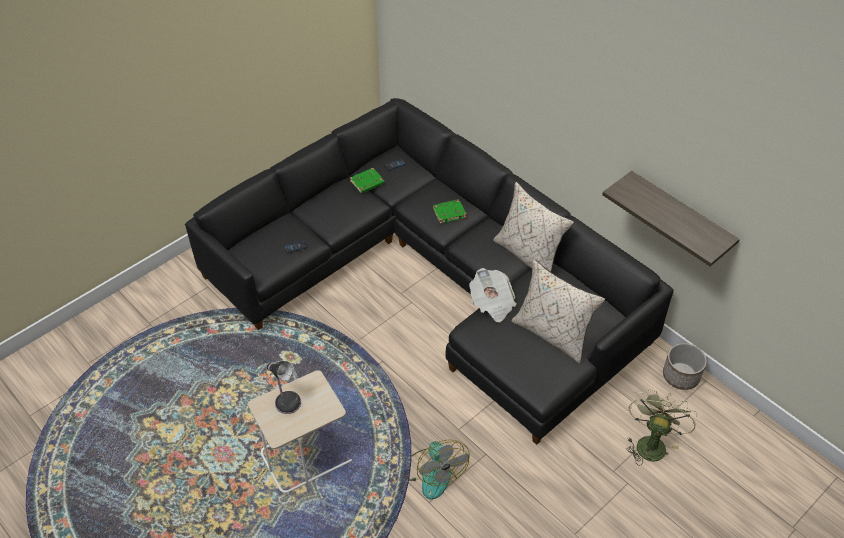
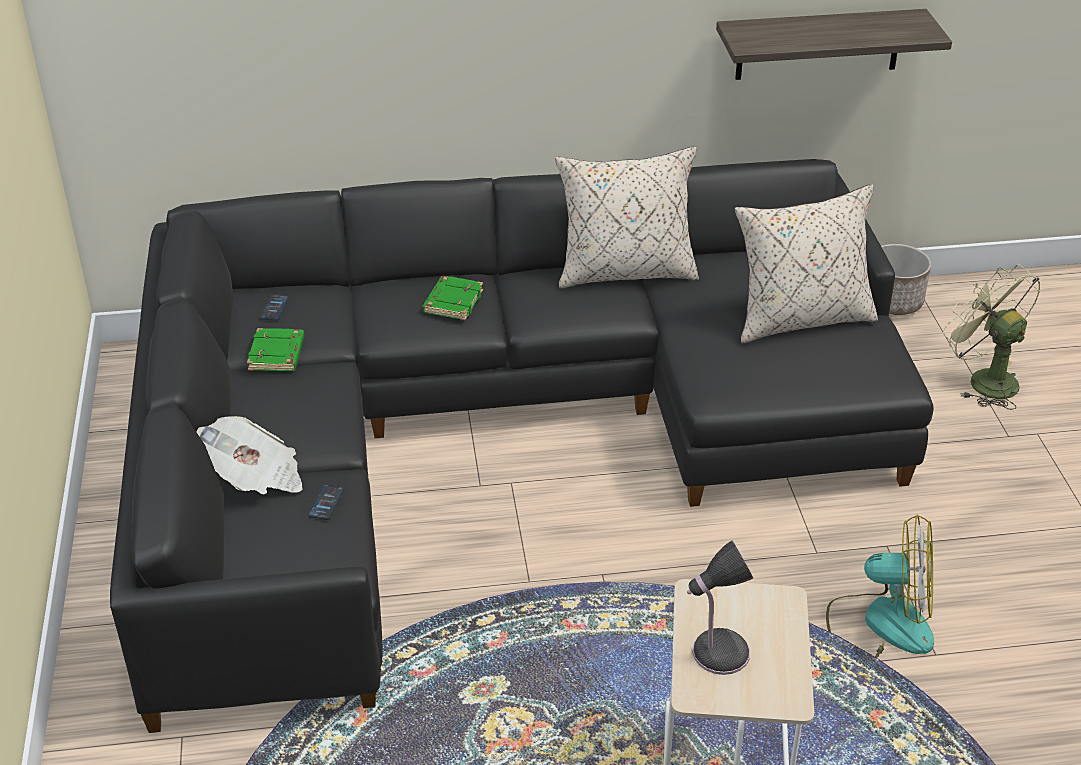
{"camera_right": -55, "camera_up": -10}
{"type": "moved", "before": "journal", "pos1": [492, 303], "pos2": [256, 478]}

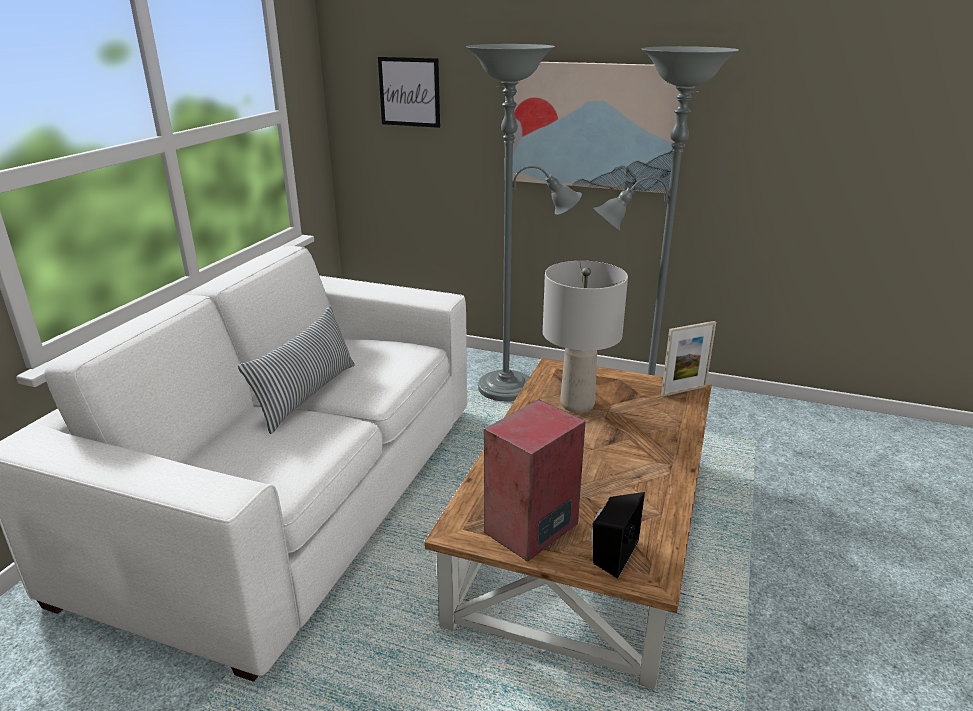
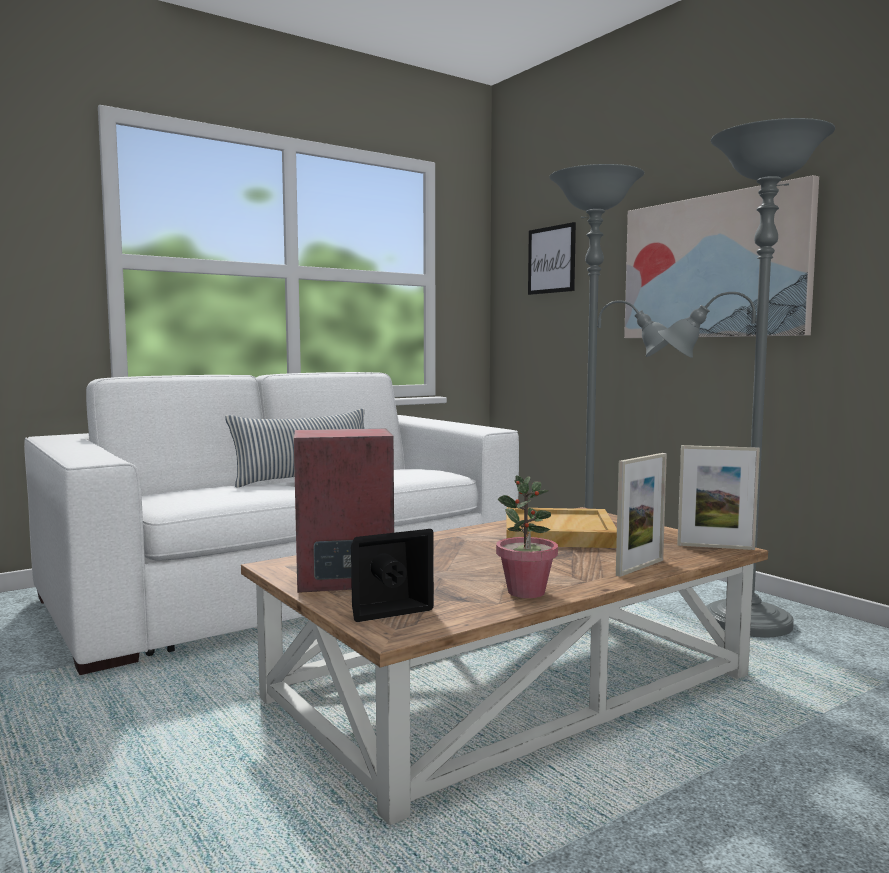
{"camera_right": 35, "camera_up": -20}
{"type": "replaced", "before": "lampe de table/gris", "after": "plateau/beige", "pos1": [576, 404], "pos2": [557, 533]}
{"type": "added", "after": "cadre photo", "pos2": [640, 567]}
{"type": "added", "after": "plante en pot", "pos2": [526, 592]}

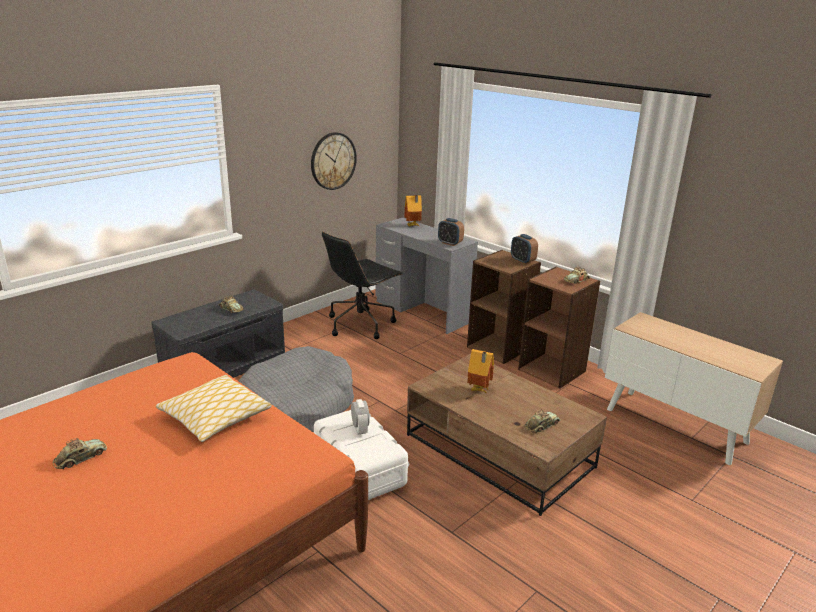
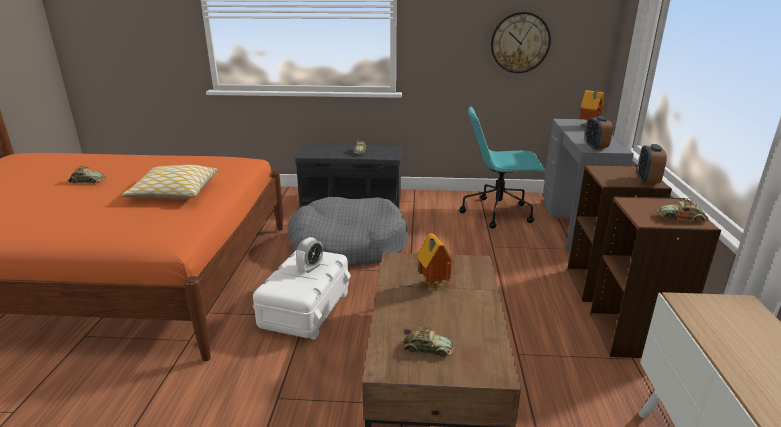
{"camera_right": 50, "camera_up": 0}
{"type": "recoloured", "before": "chaise de bureau/noir", "after": "chaise de bureau/turquoise", "pos1": [361, 324], "pos2": [498, 213]}

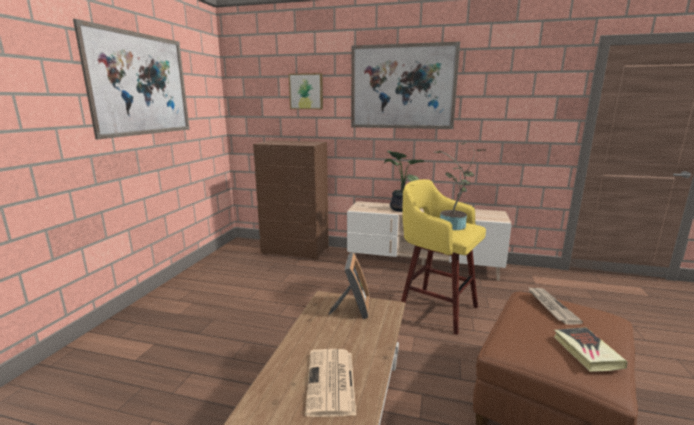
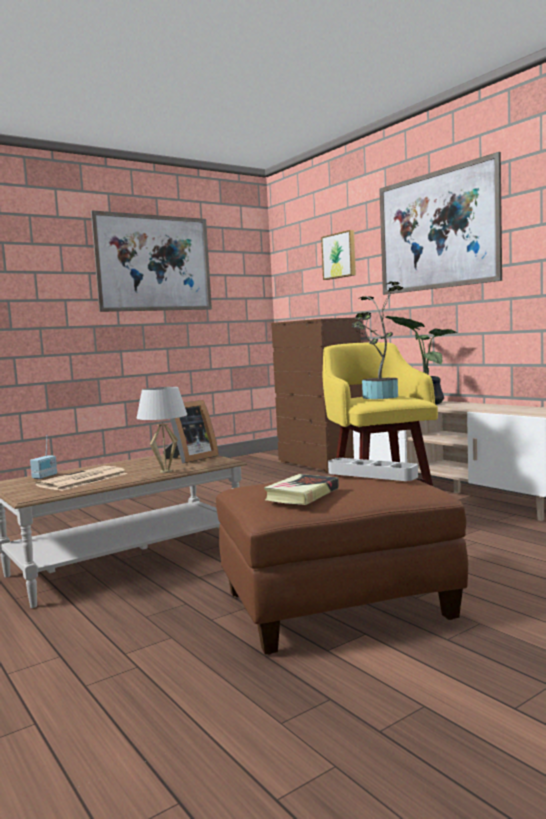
{"camera_right": 40, "camera_up": -10}
{"type": "replaced", "before": "journal", "after": "plateau/gris", "pos1": [551, 306], "pos2": [372, 474]}
{"type": "added", "after": "lampe de table/blanc", "pos2": [166, 471]}
{"type": "added", "after": "radio", "pos2": [45, 476]}

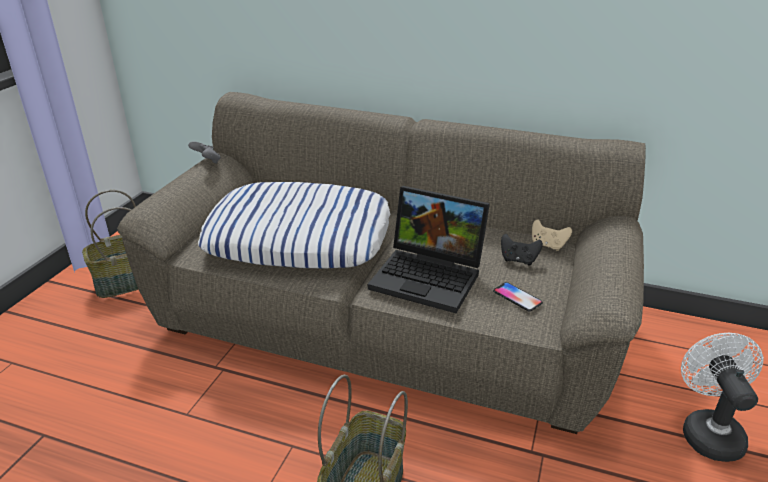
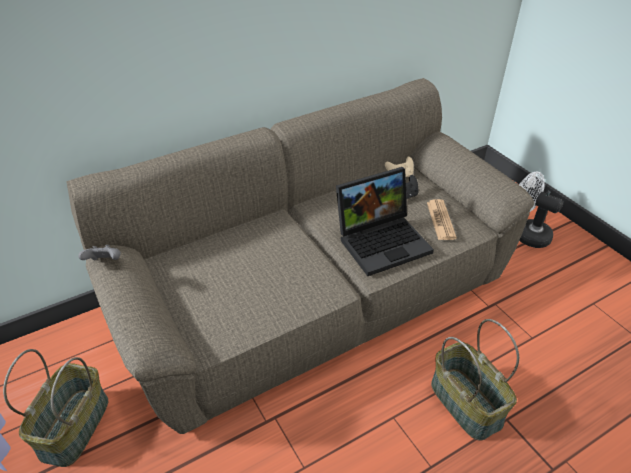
{"camera_right": -50, "camera_up": 10}
{"type": "removed", "before": "coussin", "pos1": [300, 237]}
{"type": "replaced", "before": "téléphone", "after": "journal", "pos1": [517, 297], "pos2": [440, 220]}

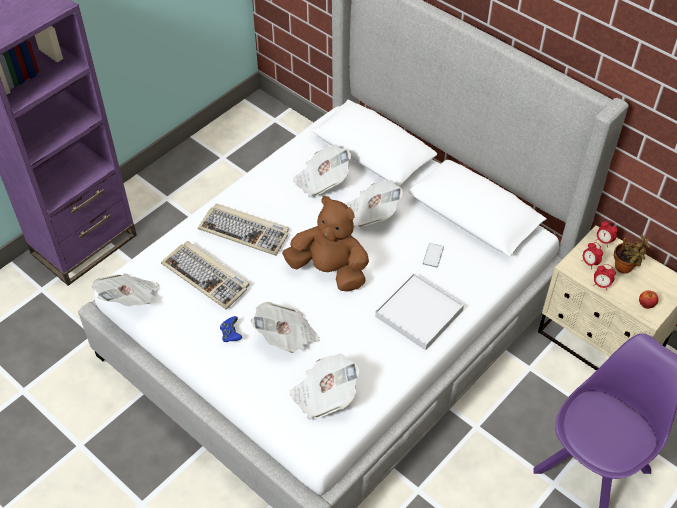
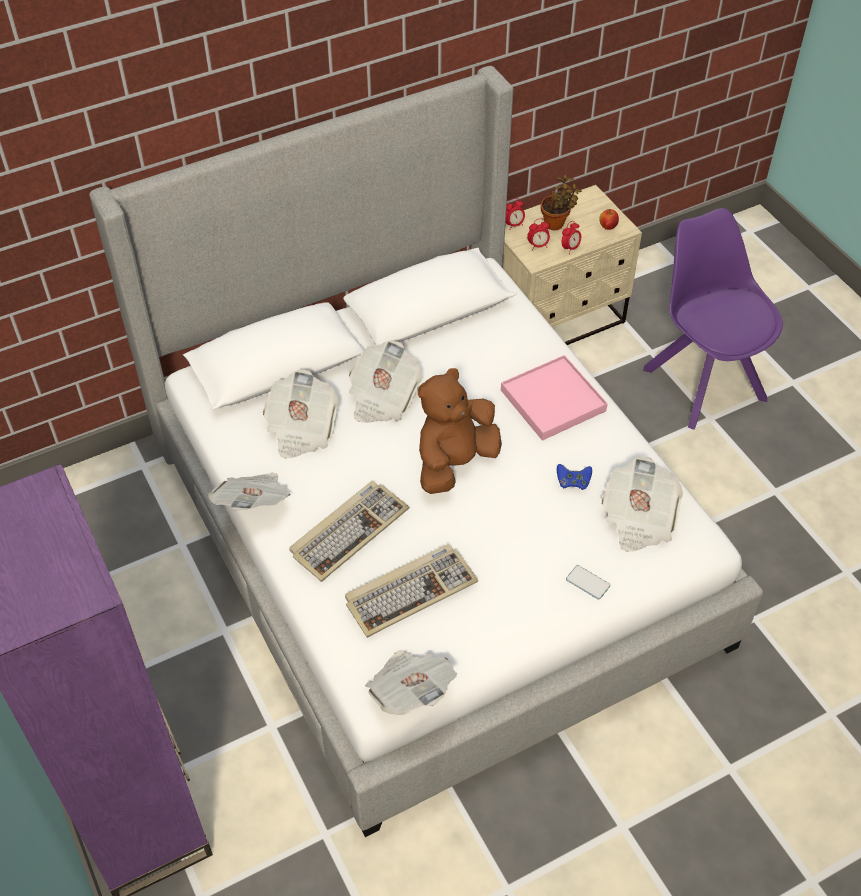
{"camera_right": -70, "camera_up": 0}
{"type": "moved", "before": "téléphone", "pos1": [433, 255], "pos2": [588, 583]}
{"type": "recoloured", "before": "plateau/blanc", "after": "plateau/rose", "pos1": [419, 313], "pos2": [553, 400]}
{"type": "moved", "before": "journal", "pos1": [286, 337], "pos2": [254, 503]}
{"type": "moved", "before": "manette/bleu", "pos1": [231, 334], "pos2": [573, 482]}

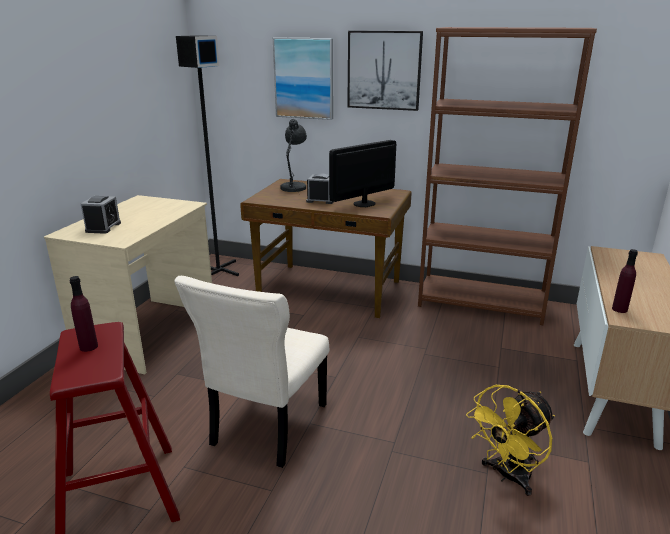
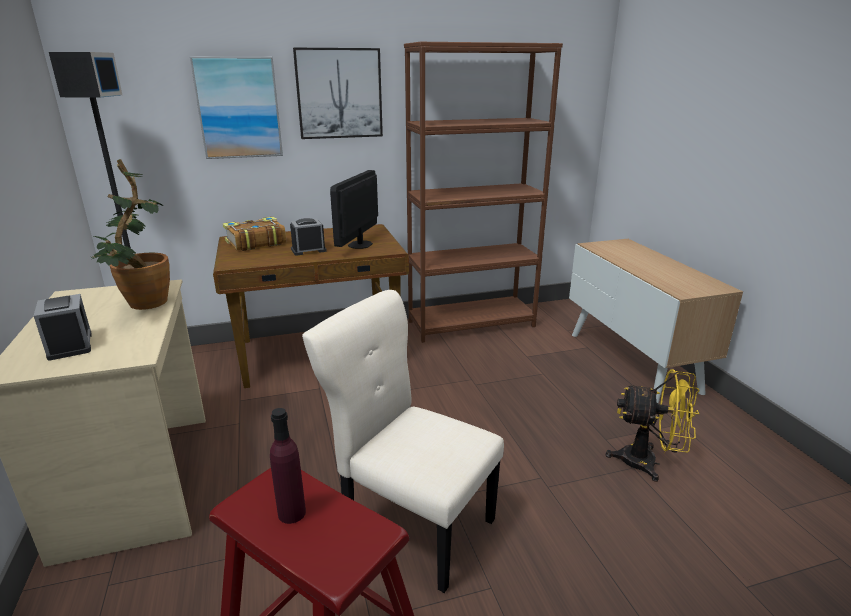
{"camera_right": -35, "camera_up": 0}
{"type": "replaced", "before": "lampe de table/gris", "after": "livre", "pos1": [294, 187], "pos2": [255, 242]}
{"type": "removed", "before": "bouteille/violet", "pos1": [619, 309]}
{"type": "turned", "before": "chaise/beige", "pos1": [266, 427], "pos2": [412, 523], "turn": 135}
{"type": "turned", "before": "ventilateur/jaune", "pos1": [507, 476], "pos2": [648, 462], "turn": -90}
{"type": "added", "after": "plante en pot", "pos2": [143, 306]}

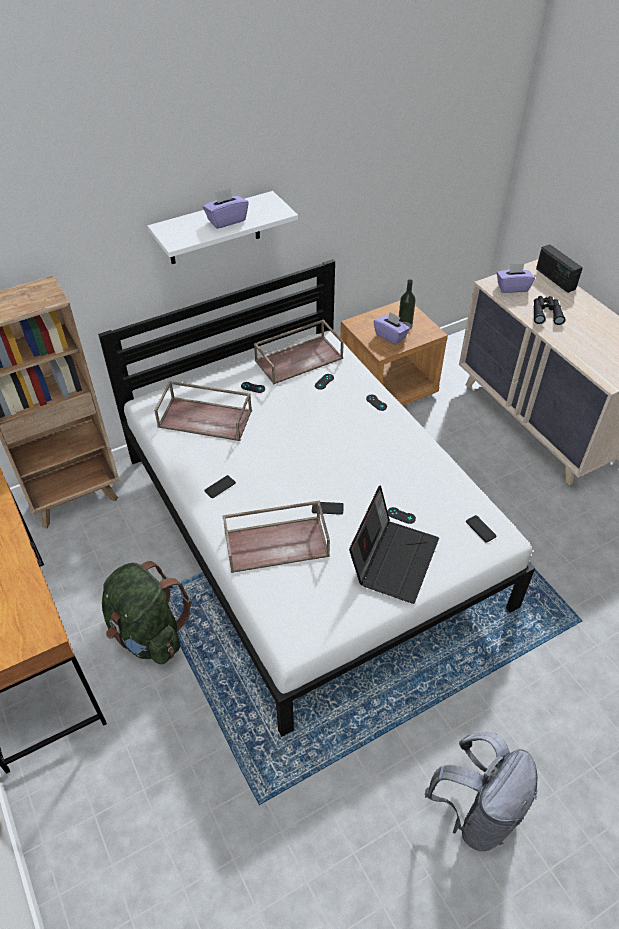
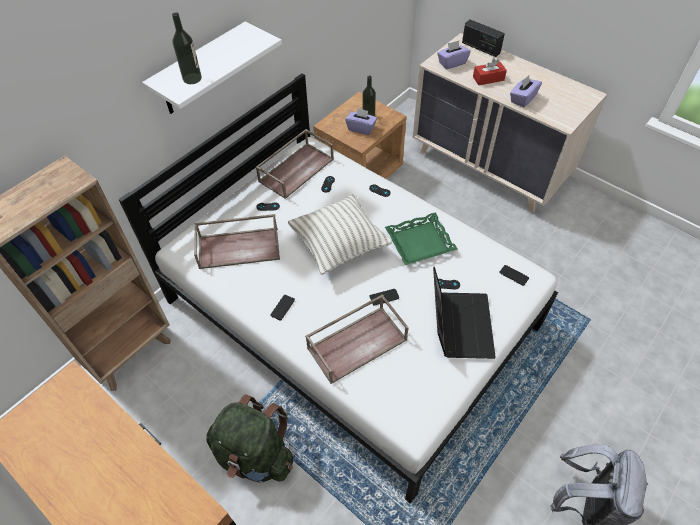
{"camera_right": -20, "camera_up": 5}
{"type": "moved", "before": "boîte à mouchoirs/violet", "pos1": [226, 220], "pos2": [522, 99]}
{"type": "replaced", "before": "jumelles/noir", "after": "boîte à mouchoirs/rouge", "pos1": [546, 313], "pos2": [488, 78]}
{"type": "added", "after": "bouteille", "pos2": [192, 78]}
{"type": "added", "after": "coussin", "pos2": [339, 246]}
{"type": "added", "after": "plateau/vert", "pos2": [420, 243]}

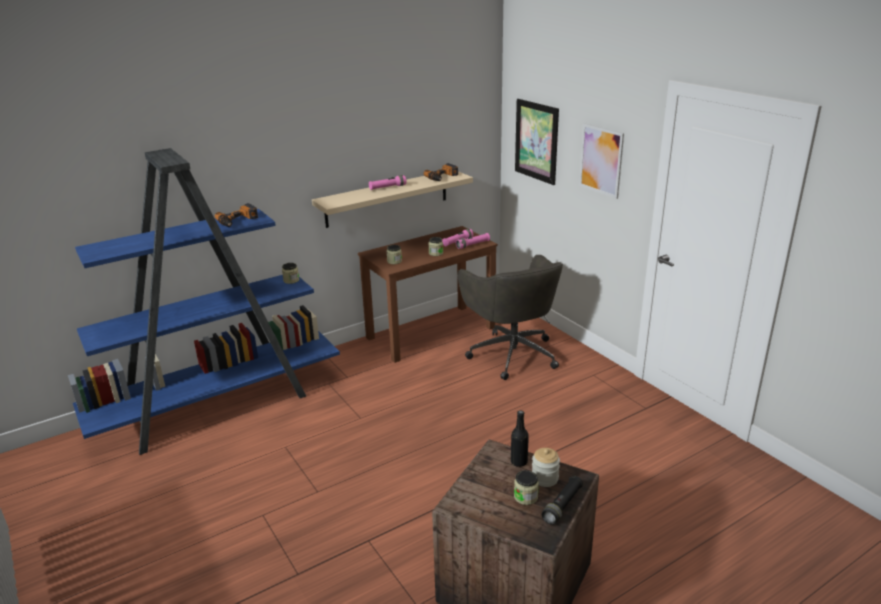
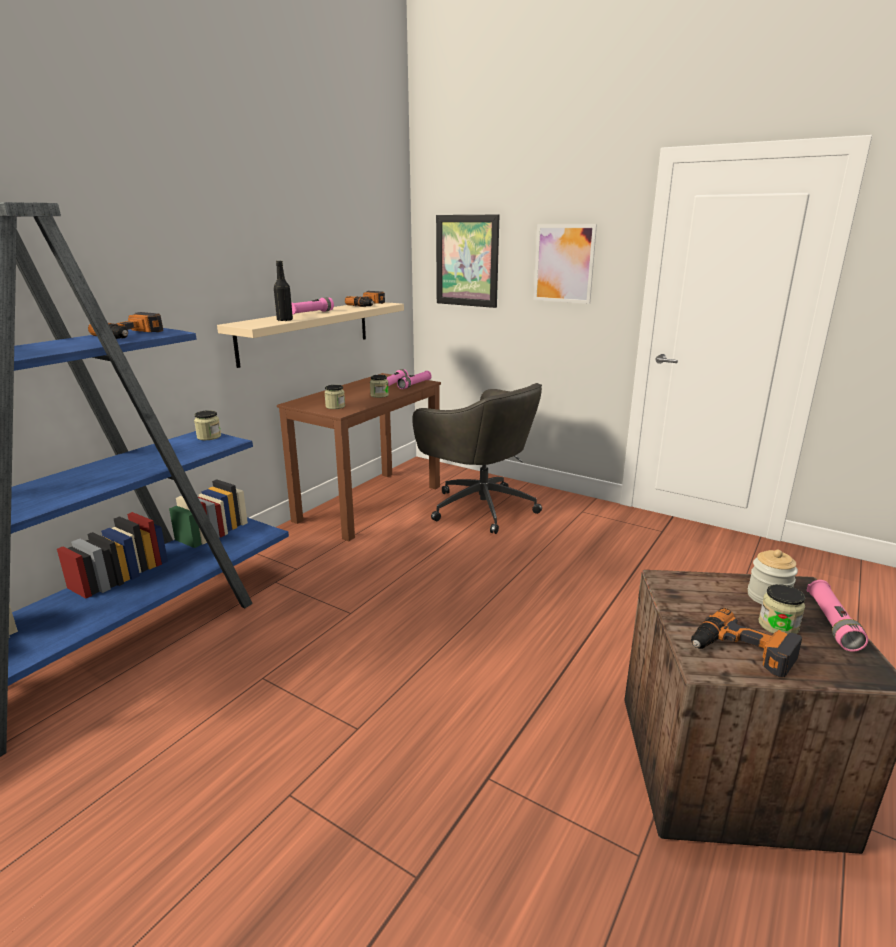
{"camera_right": -25, "camera_up": -5}
{"type": "moved", "before": "bouteille/noir", "pos1": [519, 462], "pos2": [284, 320]}
{"type": "recoloured", "before": "lampe de poche/noir", "after": "lampe de poche/rose", "pos1": [562, 505], "pos2": [832, 623]}
{"type": "added", "after": "perceuse", "pos2": [742, 652]}

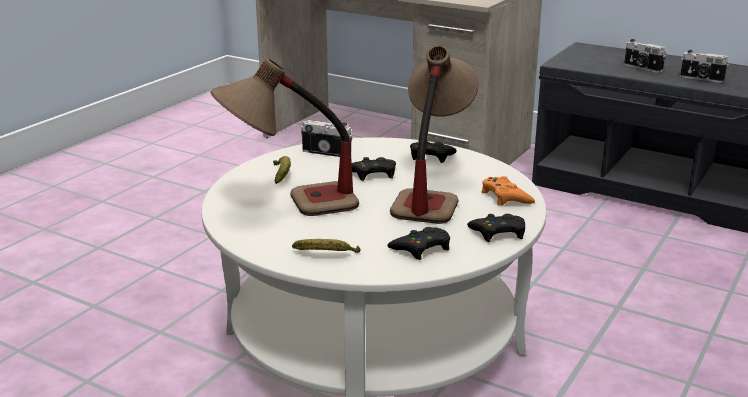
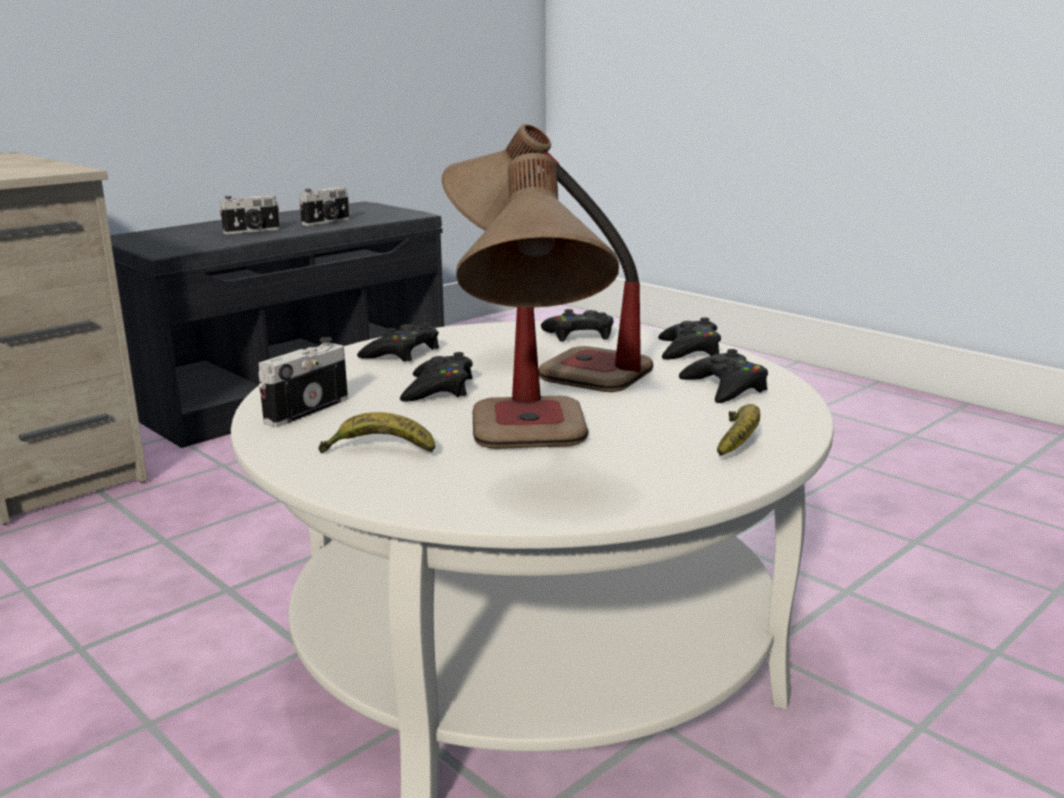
{"camera_right": -75, "camera_up": -5}
{"type": "recoloured", "before": "manette/orange", "after": "manette/noir", "pos1": [505, 197], "pos2": [580, 335]}

